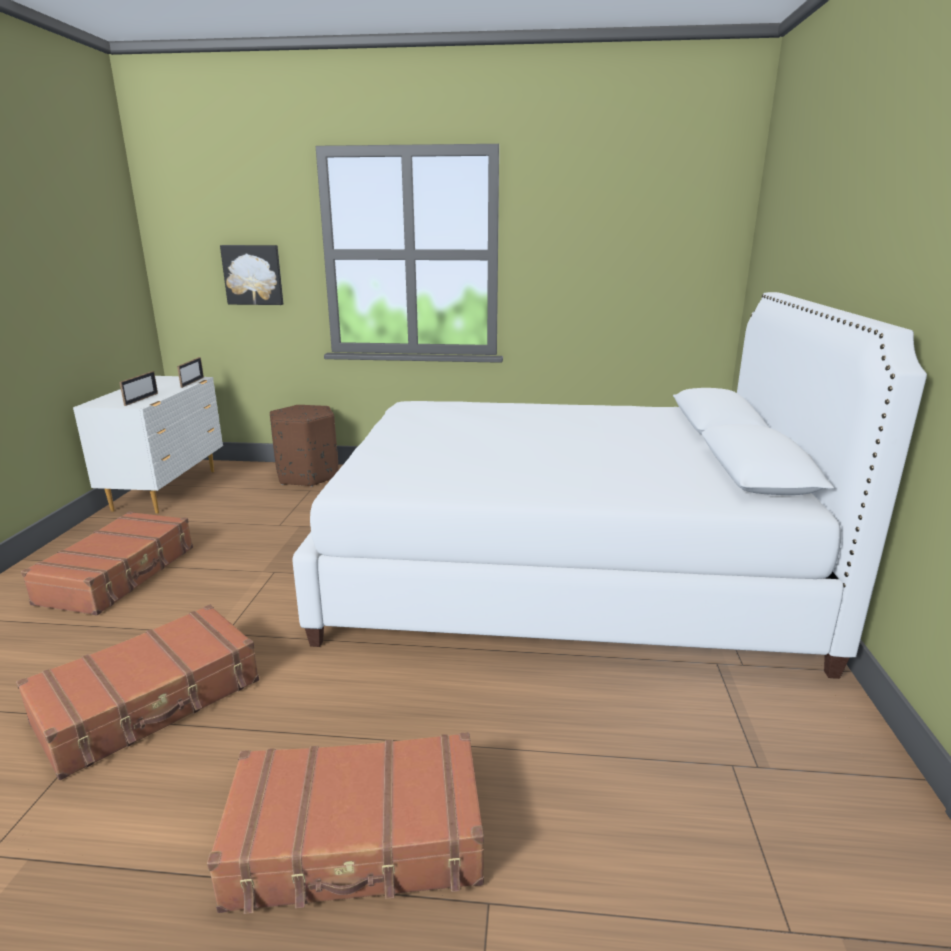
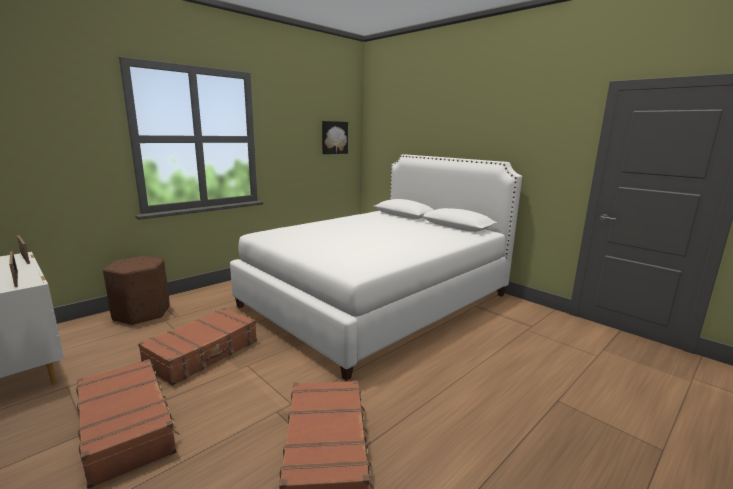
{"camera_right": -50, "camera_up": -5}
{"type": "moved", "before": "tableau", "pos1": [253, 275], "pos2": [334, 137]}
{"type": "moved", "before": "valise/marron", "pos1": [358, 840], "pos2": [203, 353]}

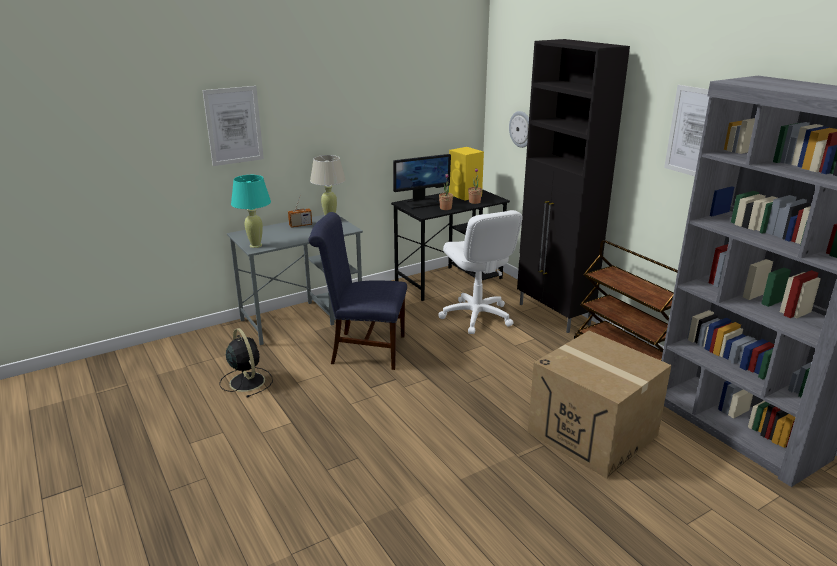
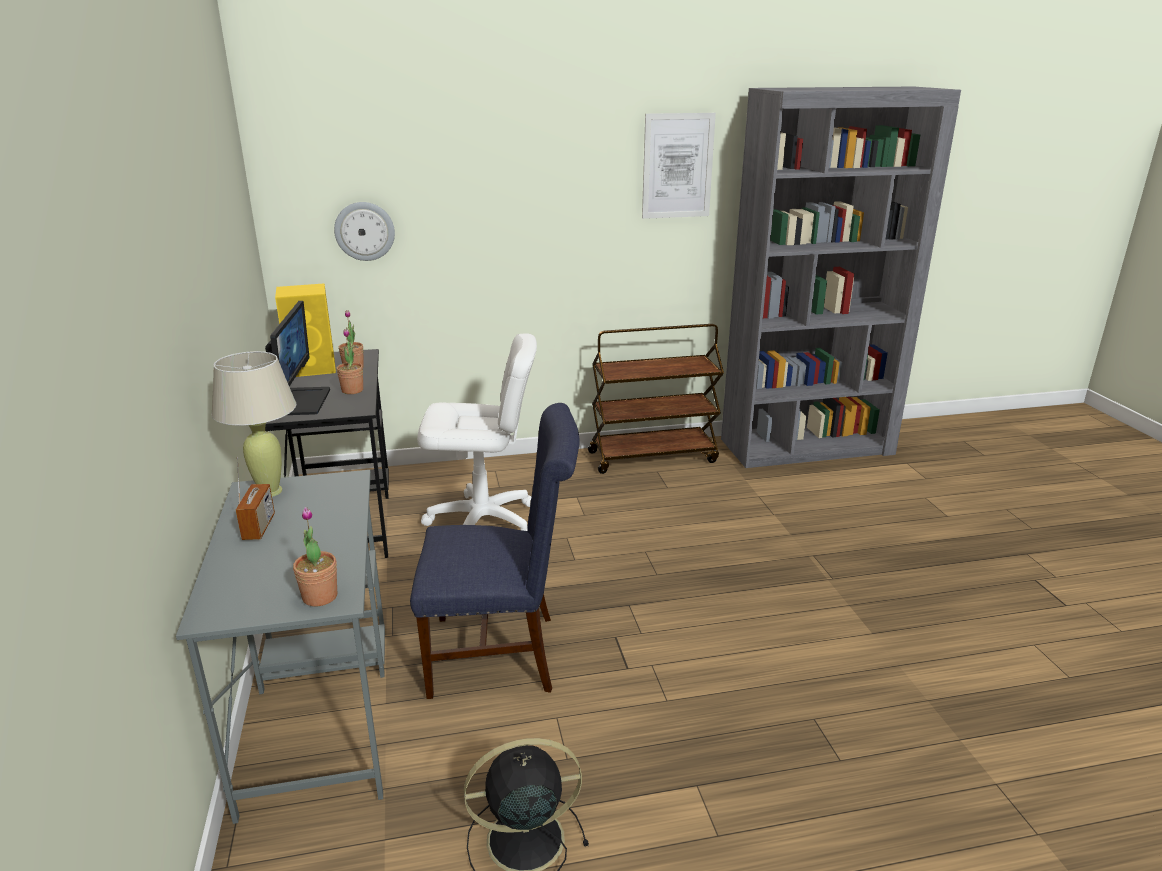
{"camera_right": -70, "camera_up": 0}
{"type": "removed", "before": "meuble de rangement/noir", "pos1": [554, 315]}
{"type": "removed", "before": "tableau", "pos1": [234, 125]}
{"type": "replaced", "before": "lampe de table/turquoise", "after": "plante en pot", "pos1": [255, 245], "pos2": [320, 596]}
{"type": "turned", "before": "chaise/bleu", "pos1": [363, 349], "pos2": [503, 653], "turn": -120}
{"type": "removed", "before": "carton", "pos1": [593, 434]}

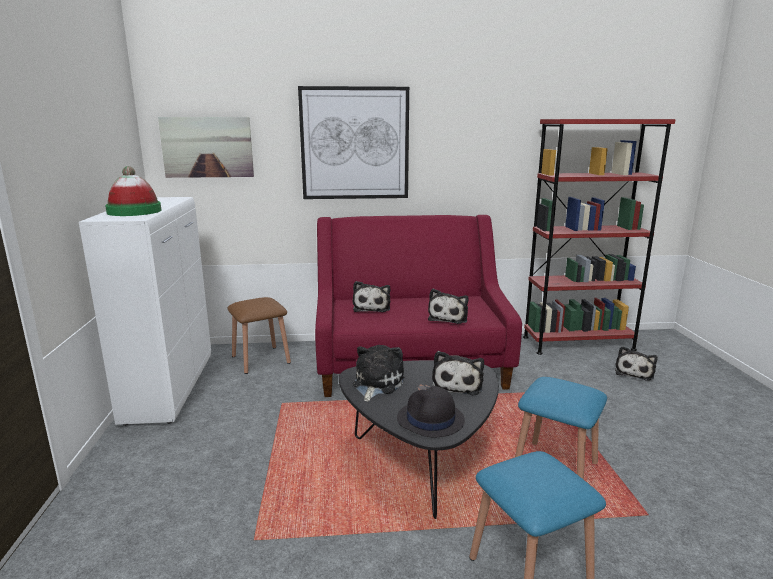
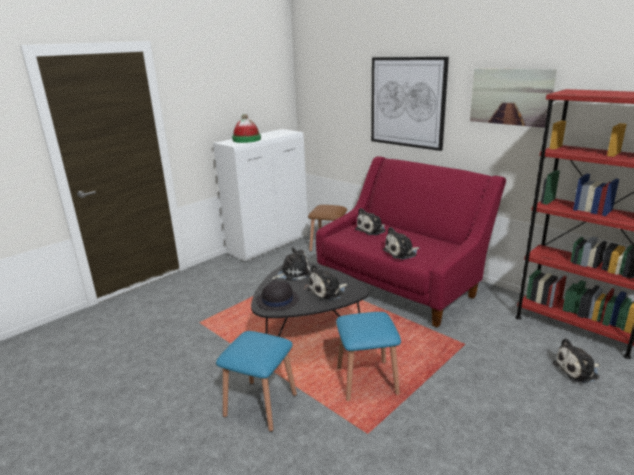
{"camera_right": 50, "camera_up": 5}
{"type": "moved", "before": "tableau", "pos1": [207, 147], "pos2": [510, 96]}

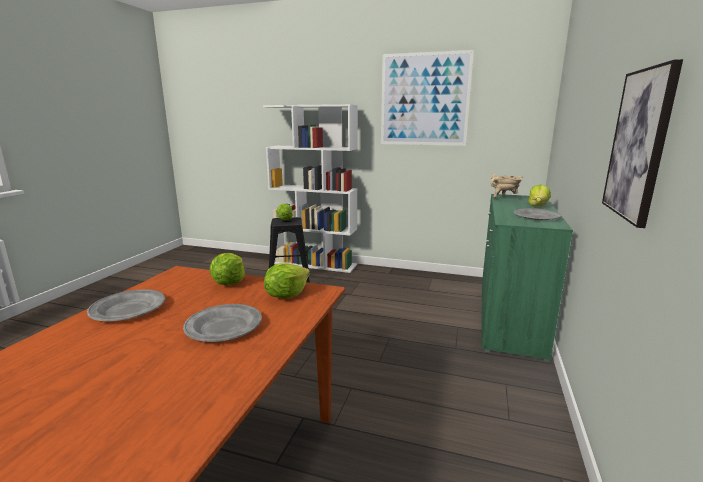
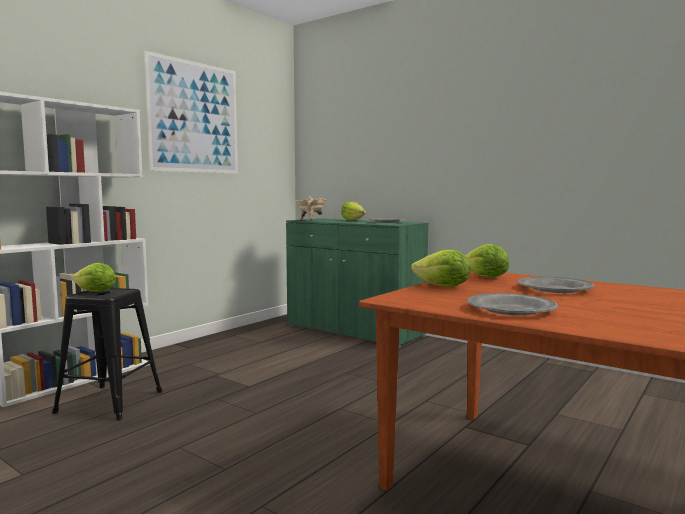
{"camera_right": -70, "camera_up": -10}
{"type": "removed", "before": "tableau", "pos1": [639, 144]}

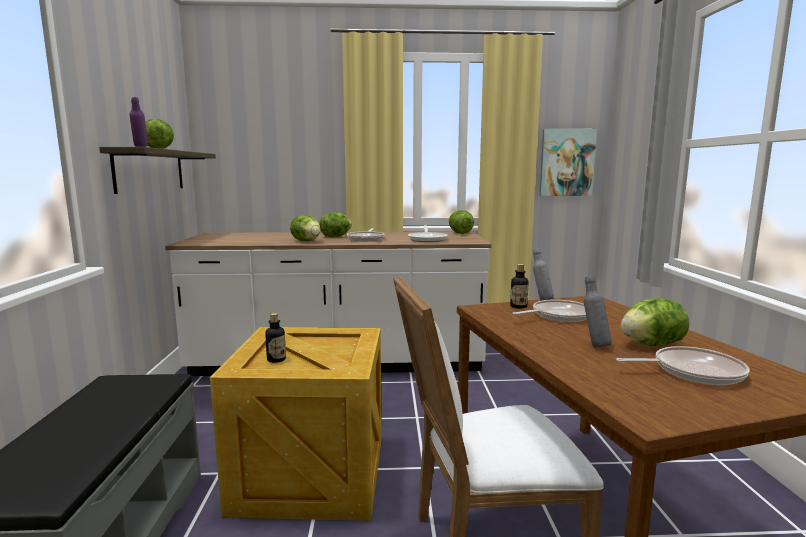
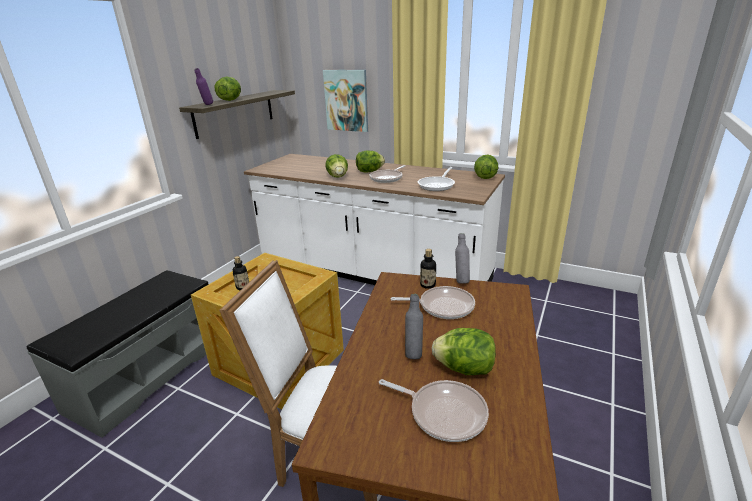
{"camera_right": 30, "camera_up": 15}
{"type": "moved", "before": "tableau", "pos1": [566, 162], "pos2": [346, 100]}

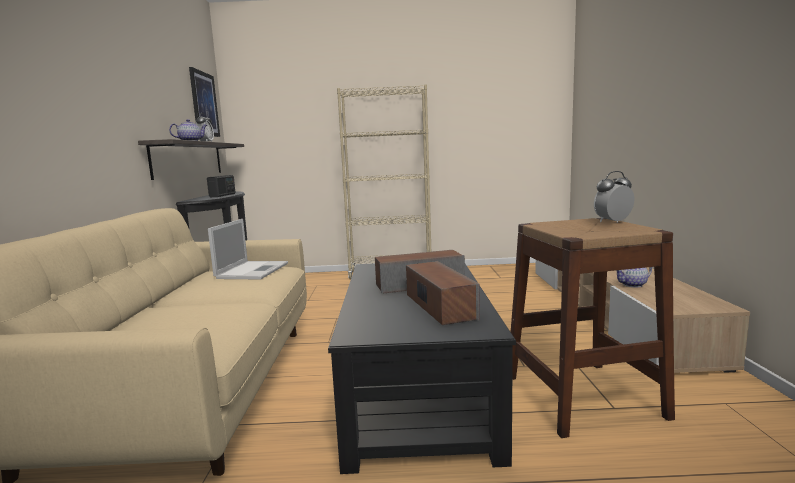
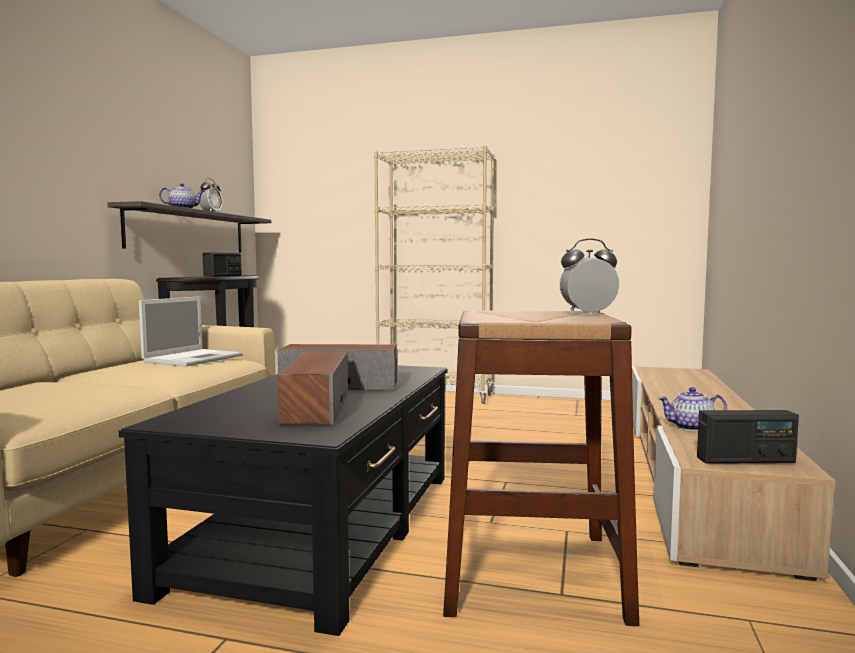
{"camera_right": 15, "camera_up": -5}
{"type": "removed", "before": "tableau", "pos1": [204, 104]}
{"type": "added", "after": "radio", "pos2": [745, 460]}

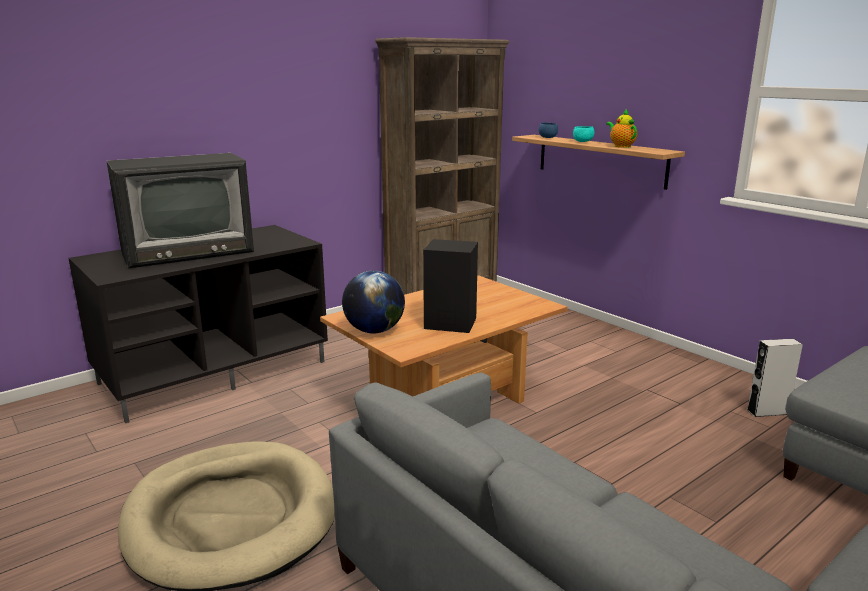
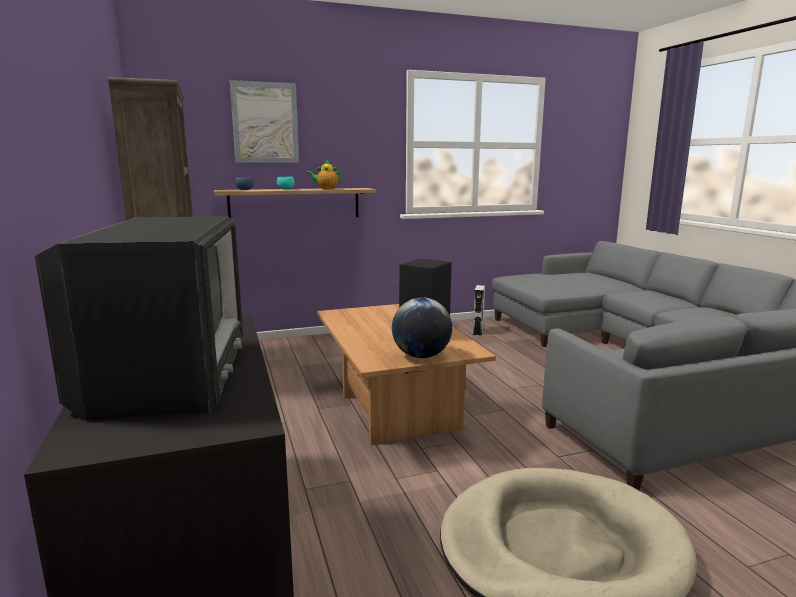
{"camera_right": -70, "camera_up": -5}
{"type": "added", "after": "tableau", "pos2": [265, 123]}

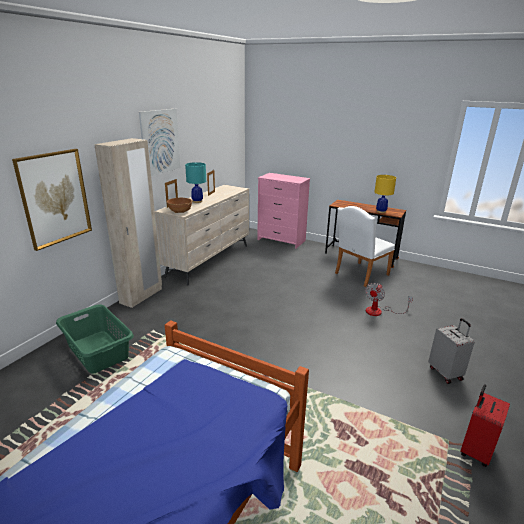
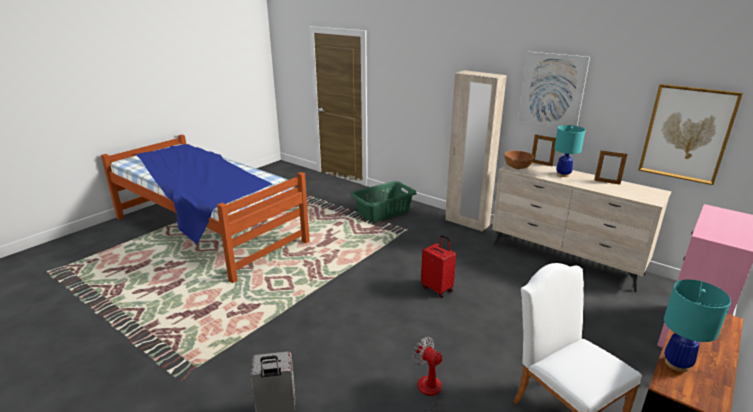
{"camera_right": 100, "camera_up": 0}
{"type": "moved", "before": "tableau", "pos1": [55, 198], "pos2": [686, 133]}
{"type": "recoloured", "before": "lampe de table/jaune", "after": "lampe de table/turquoise", "pos1": [381, 211], "pos2": [677, 364]}
{"type": "moved", "before": "valise/rouge", "pos1": [475, 450], "pos2": [437, 289]}

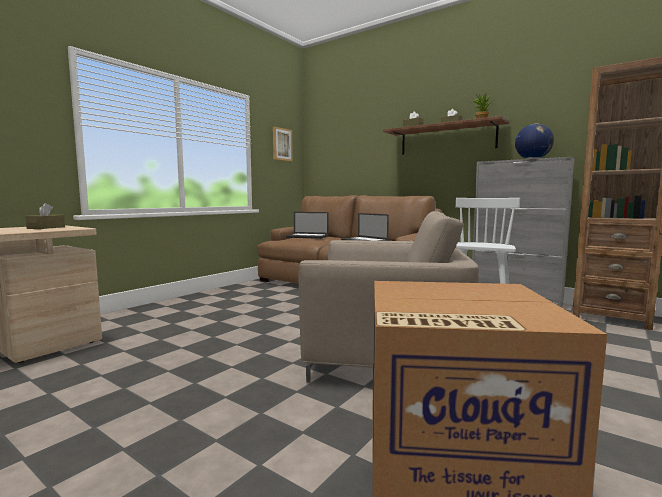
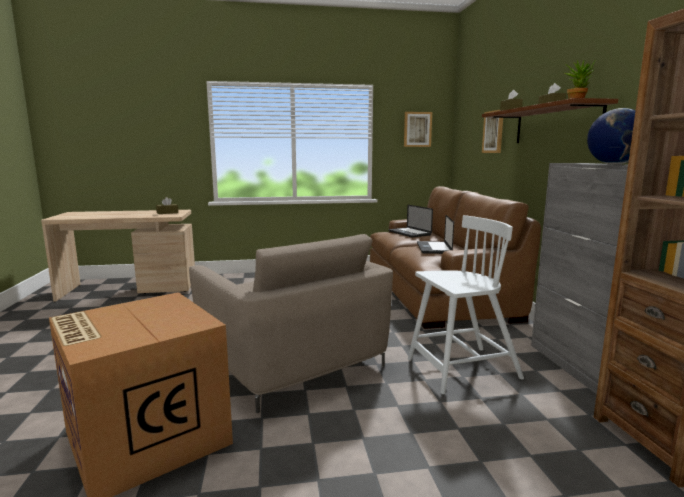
{"camera_right": 45, "camera_up": 5}
{"type": "added", "after": "tableau", "pos2": [493, 132]}

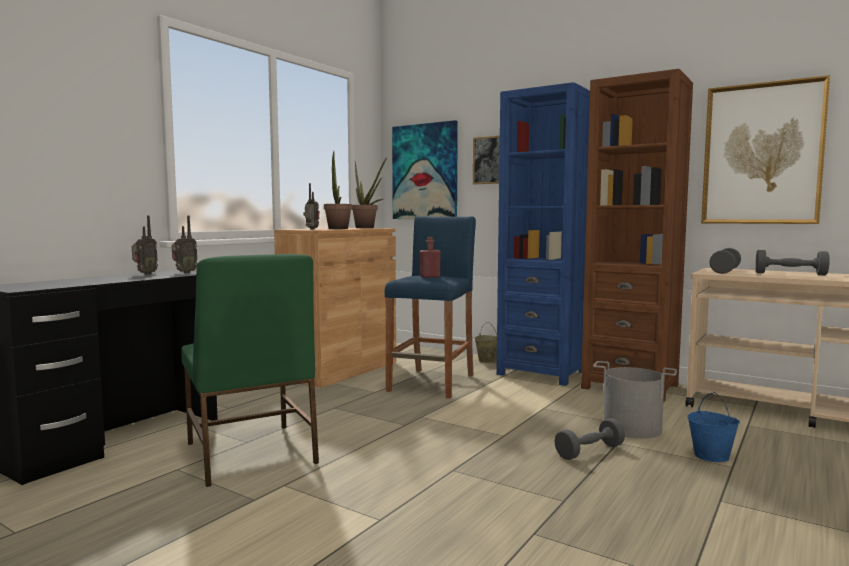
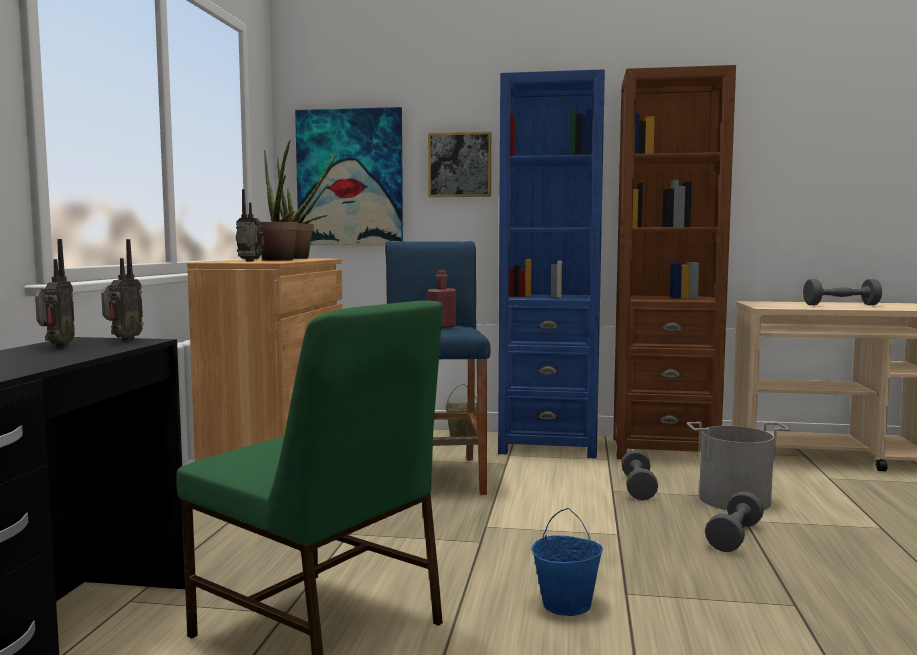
{"camera_right": -25, "camera_up": 0}
{"type": "removed", "before": "tableau", "pos1": [762, 154]}
{"type": "moved", "before": "haltère/gris", "pos1": [725, 271], "pos2": [638, 488]}
{"type": "moved", "before": "seau/bleu", "pos1": [712, 456], "pos2": [567, 604]}

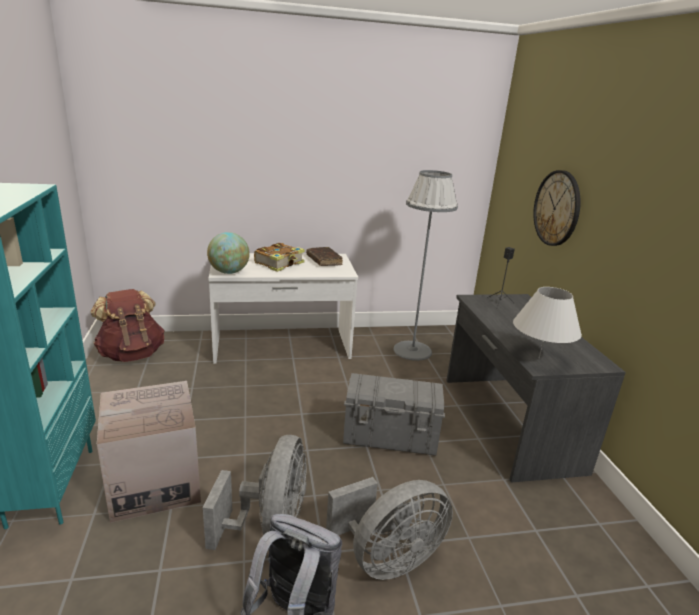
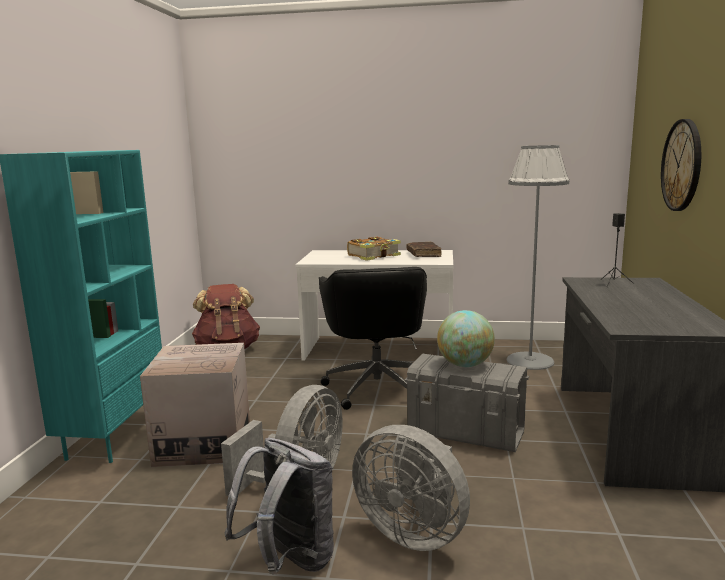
{"camera_right": 20, "camera_up": -10}
{"type": "moved", "before": "globe", "pos1": [229, 272], "pos2": [465, 365]}
{"type": "removed", "before": "lampe de table/blanc", "pos1": [539, 358]}
{"type": "turned", "before": "ventilateur/gris", "pos1": [387, 559], "pos2": [413, 532], "turn": 45}
{"type": "added", "after": "chaise de bureau/noir", "pos2": [377, 386]}

